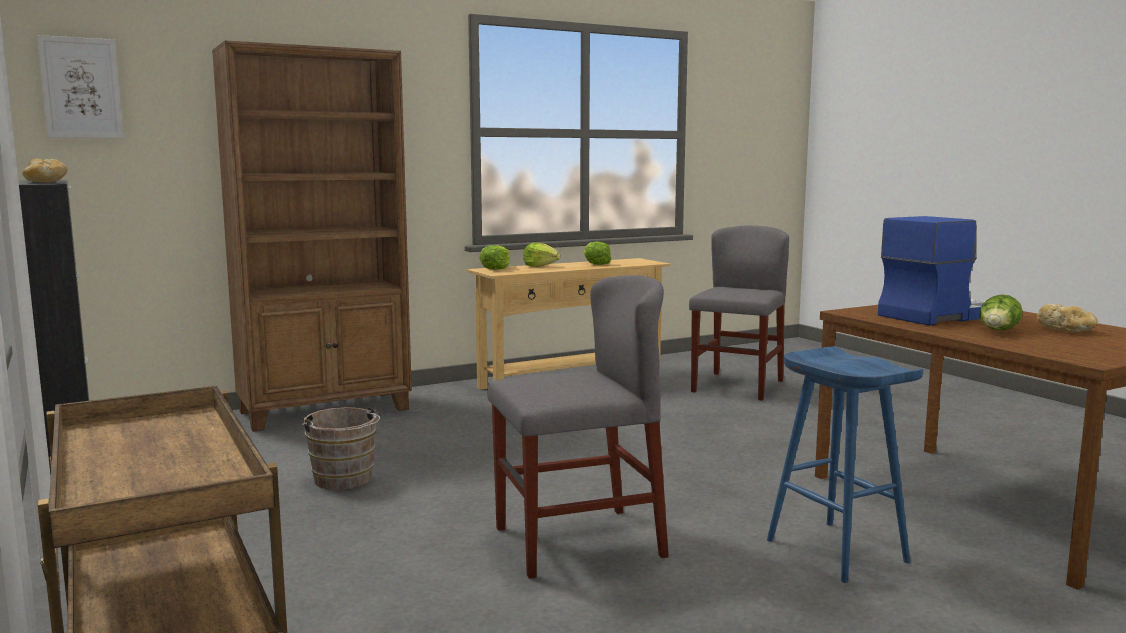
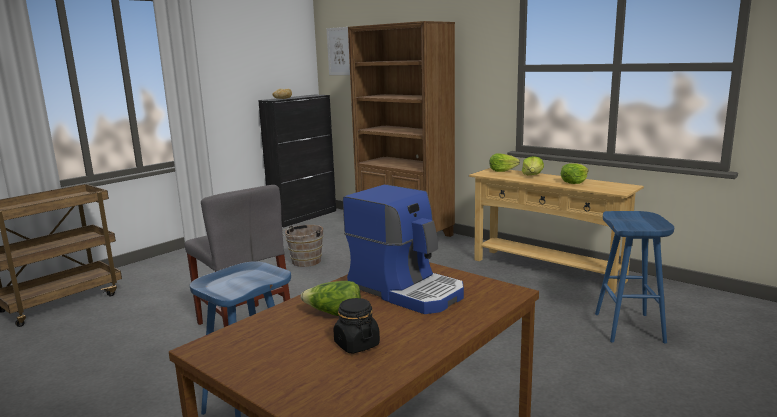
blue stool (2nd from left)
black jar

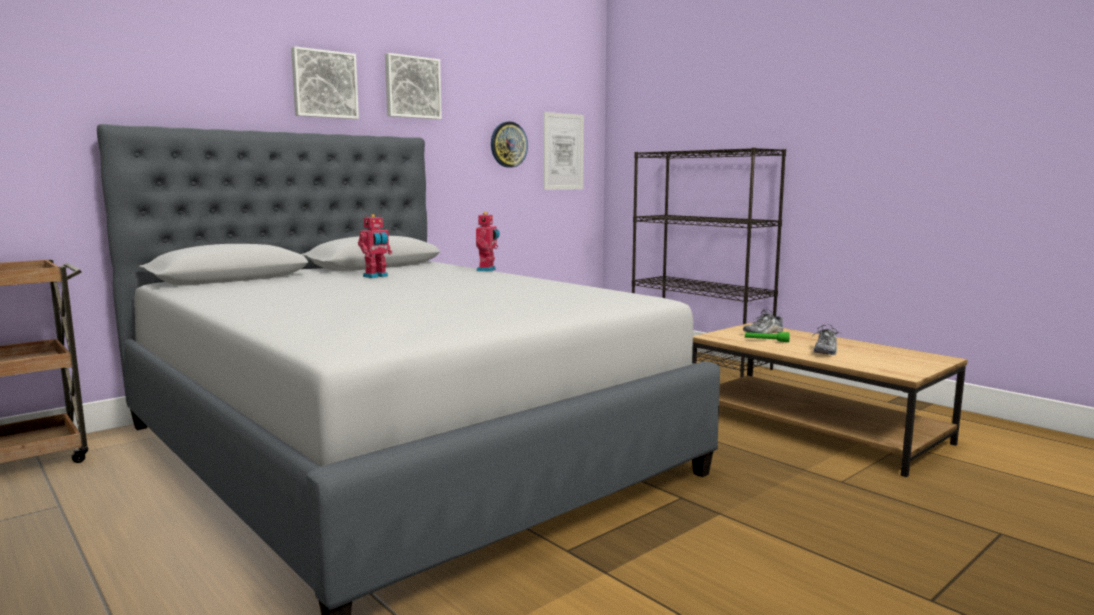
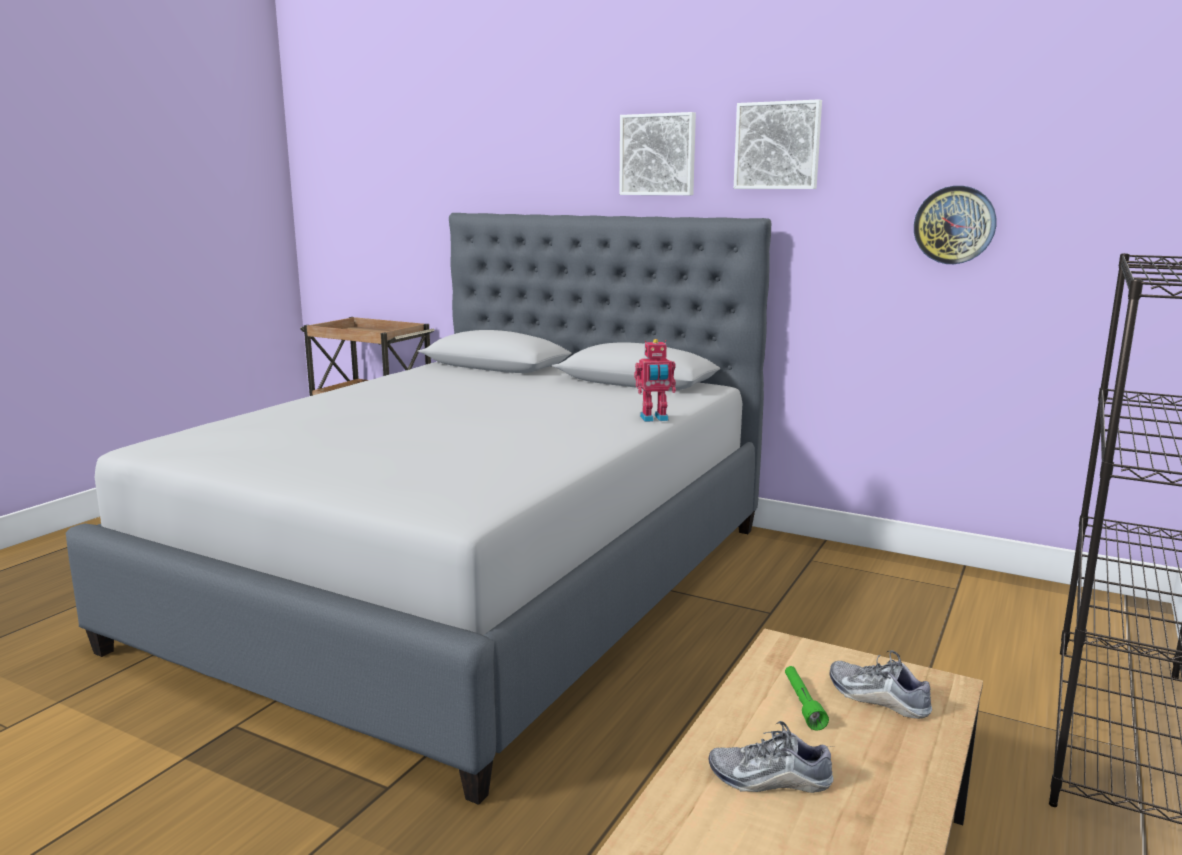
picture (3rd from left in the first image)
toy robot (1st from left in the first image)

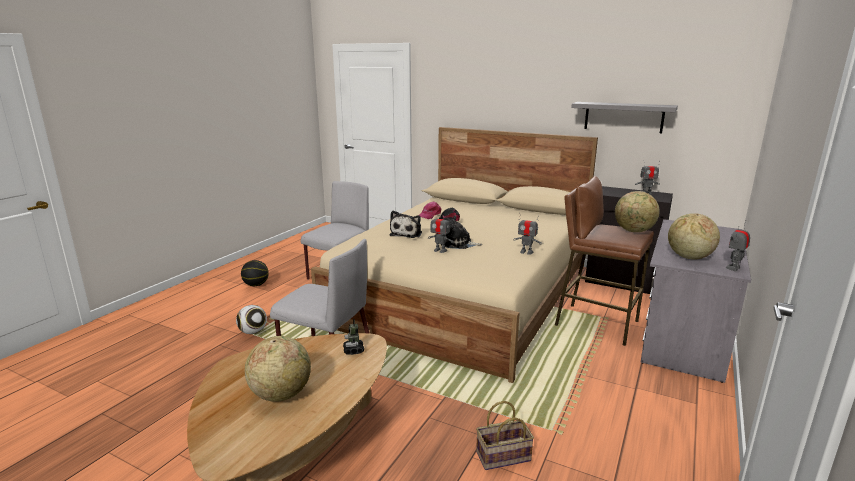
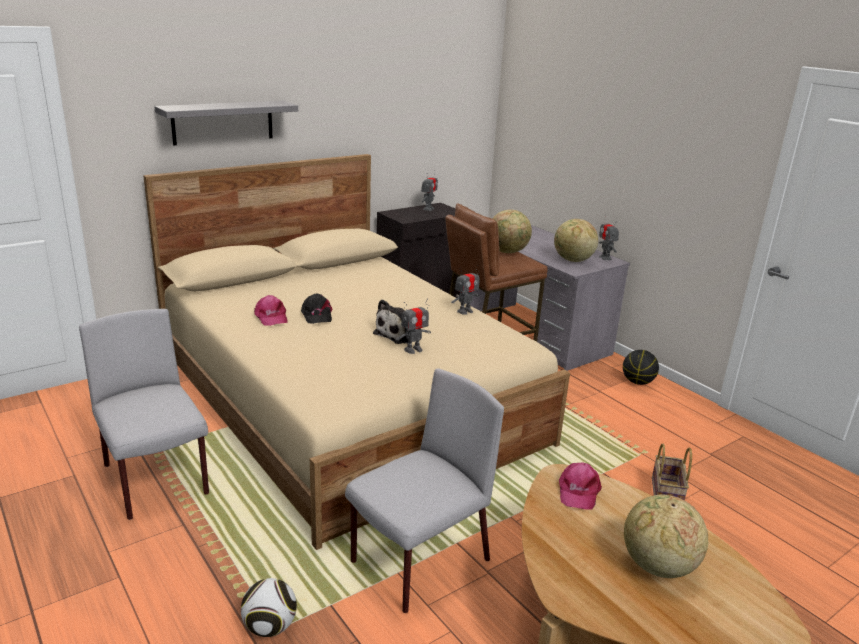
grey shelf
plush toy (1st from left in the first image)
basketball
pink cap (2nd from left)

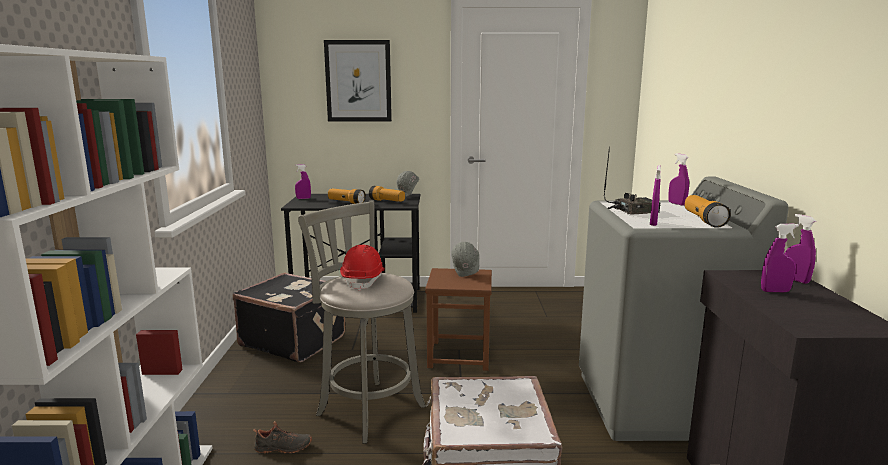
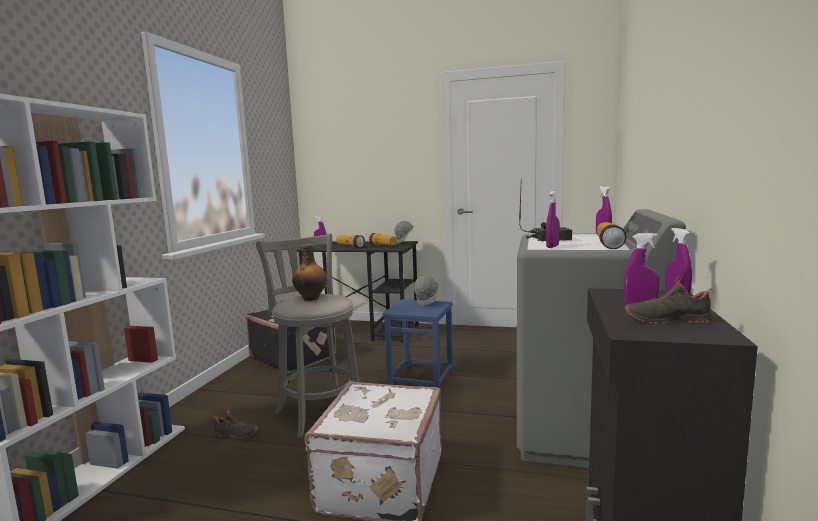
picture
bottle
blue stool
black shoe (2nd from left)

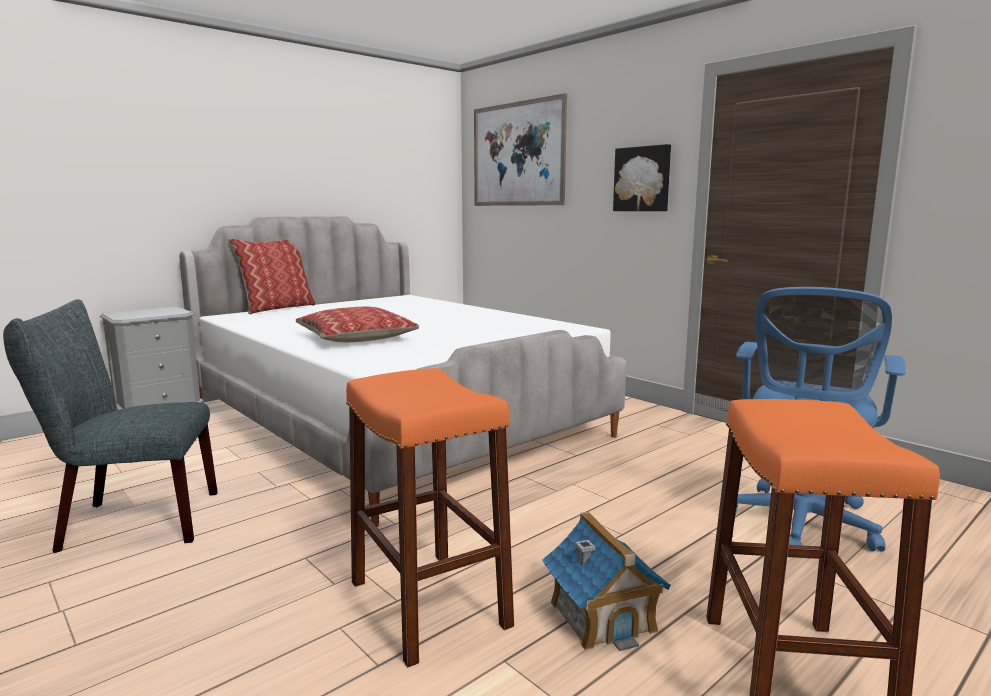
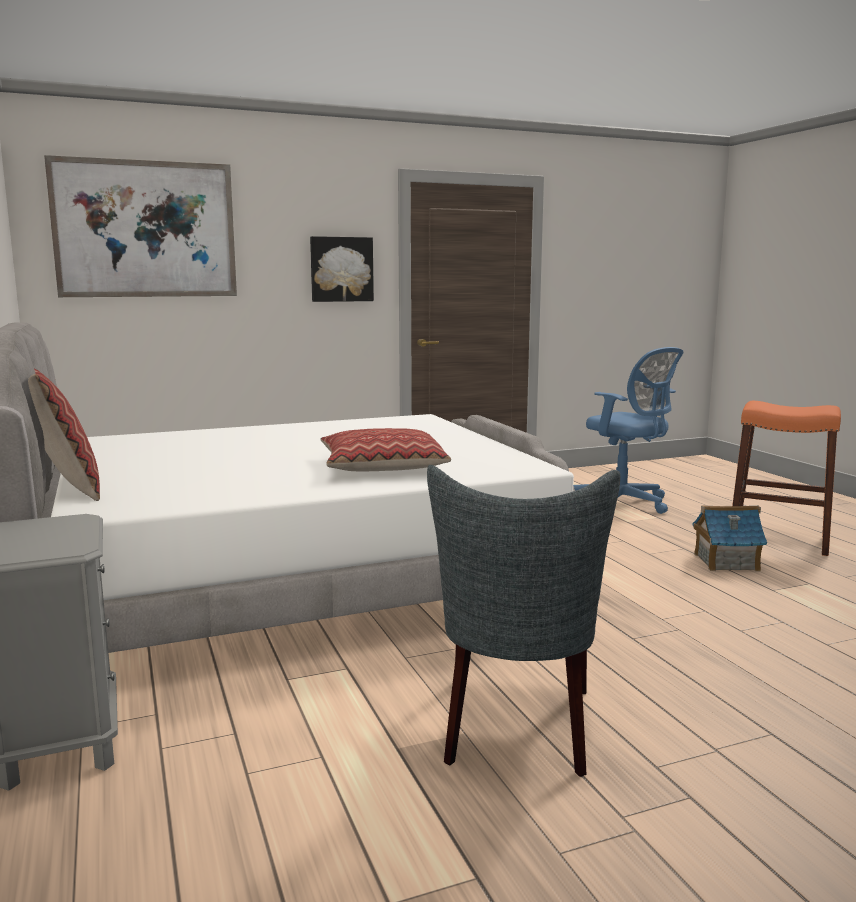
orange stool (1st from left in the first image)

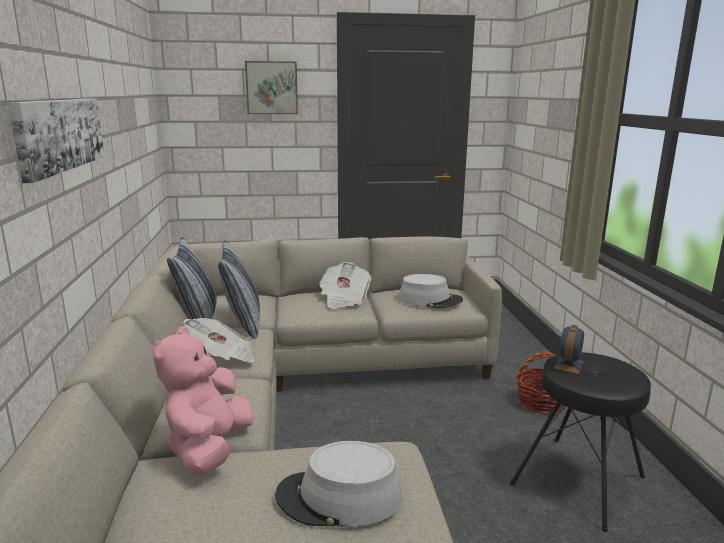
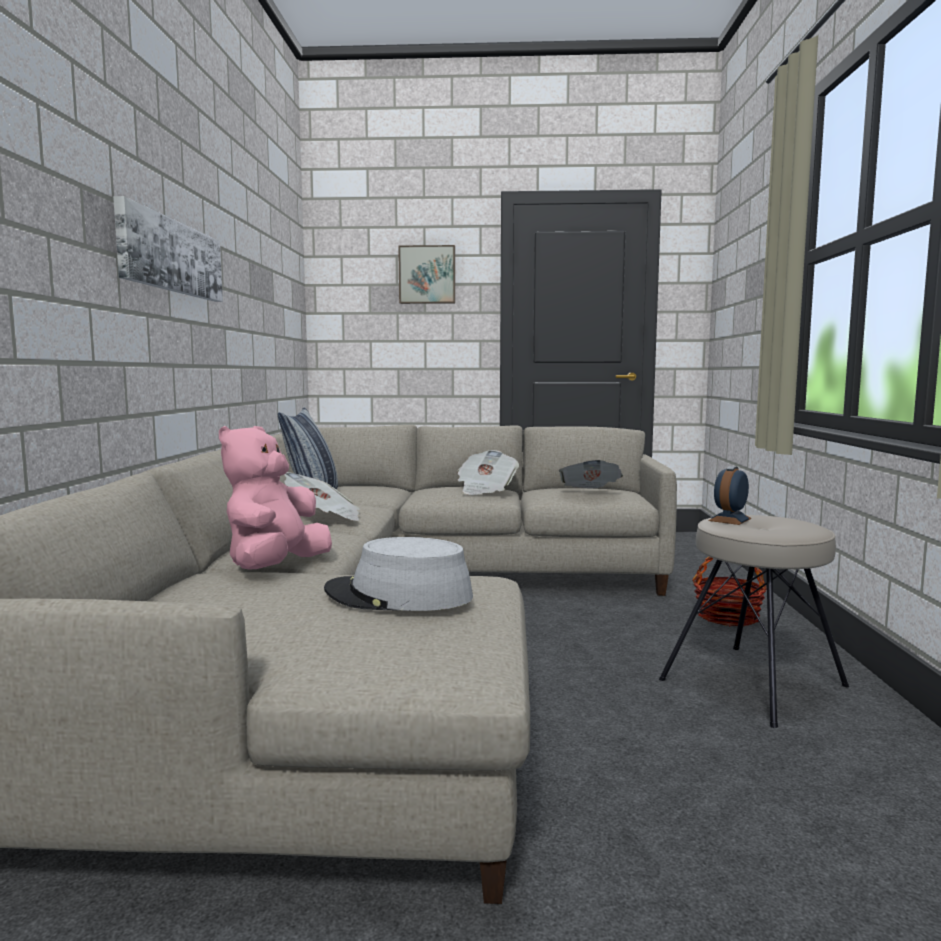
pillow (2nd from left in the first image)
newspaper (3rd from left)
beige stool

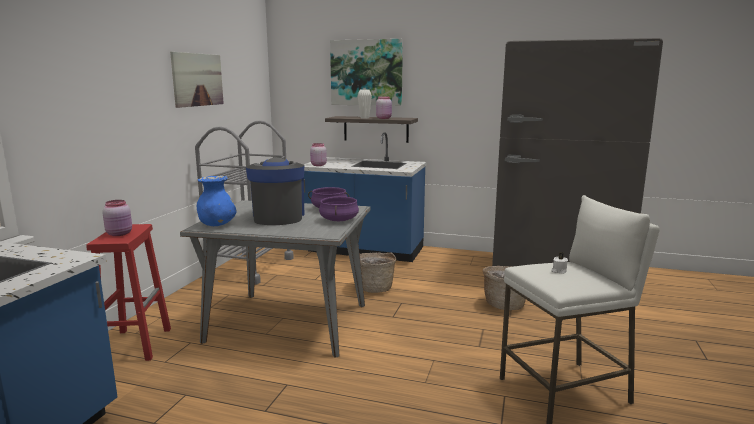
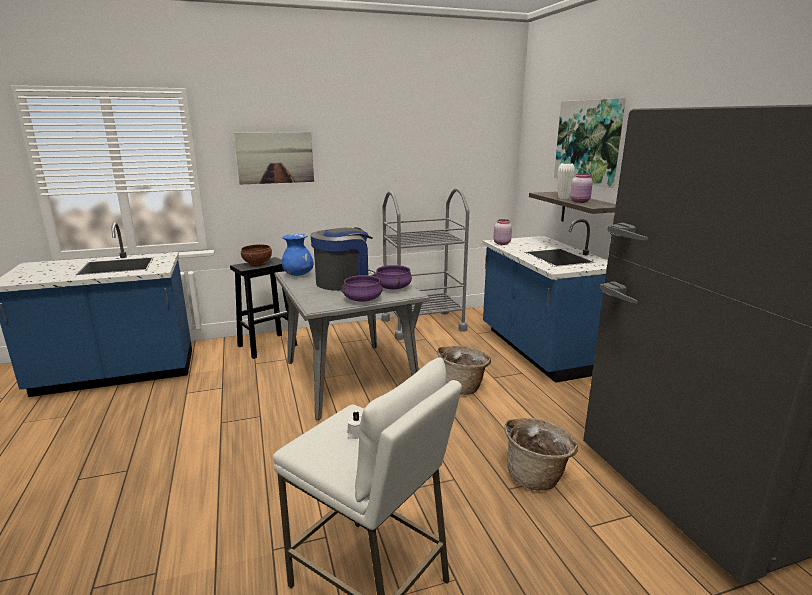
picture (1st from left)
brown bowl
black stool

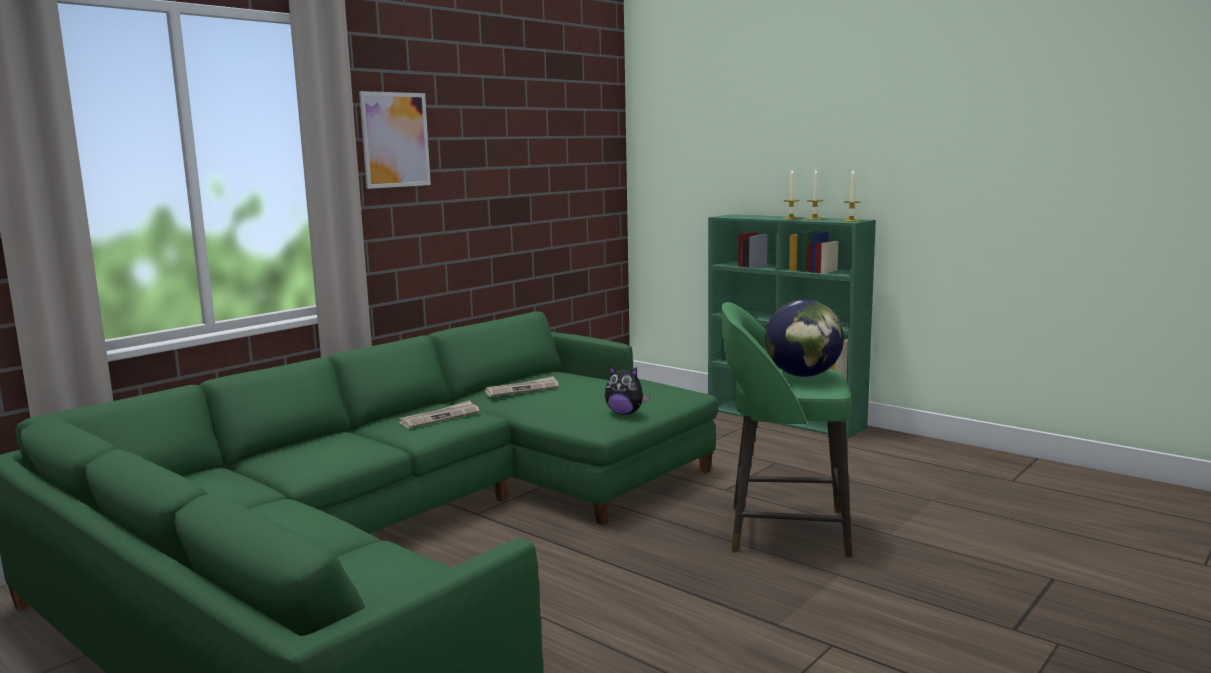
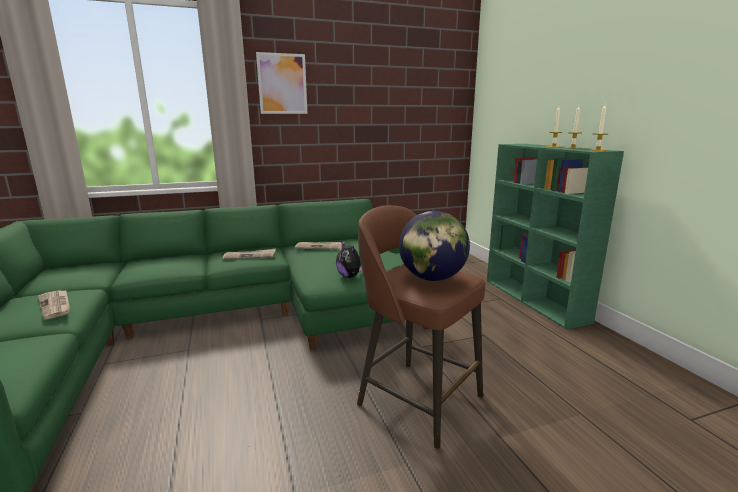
brown stool
newspaper (1st from left)

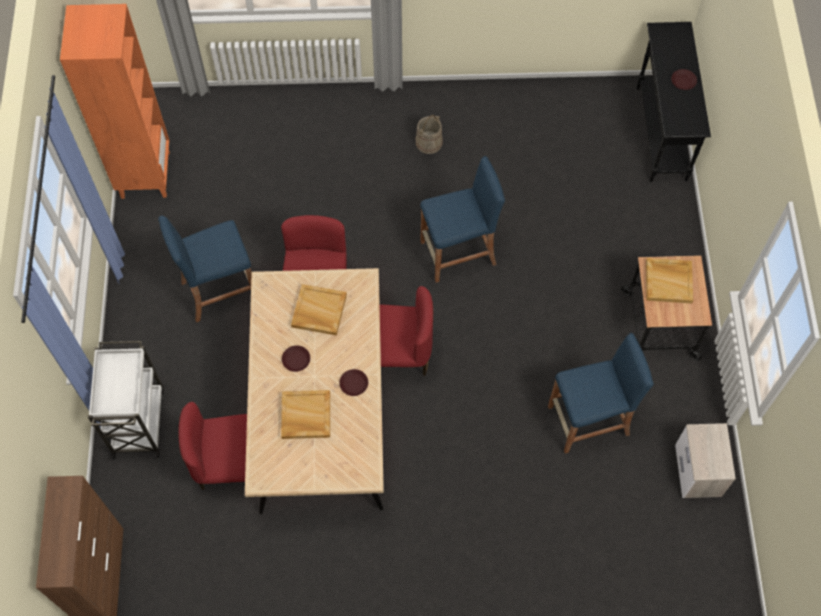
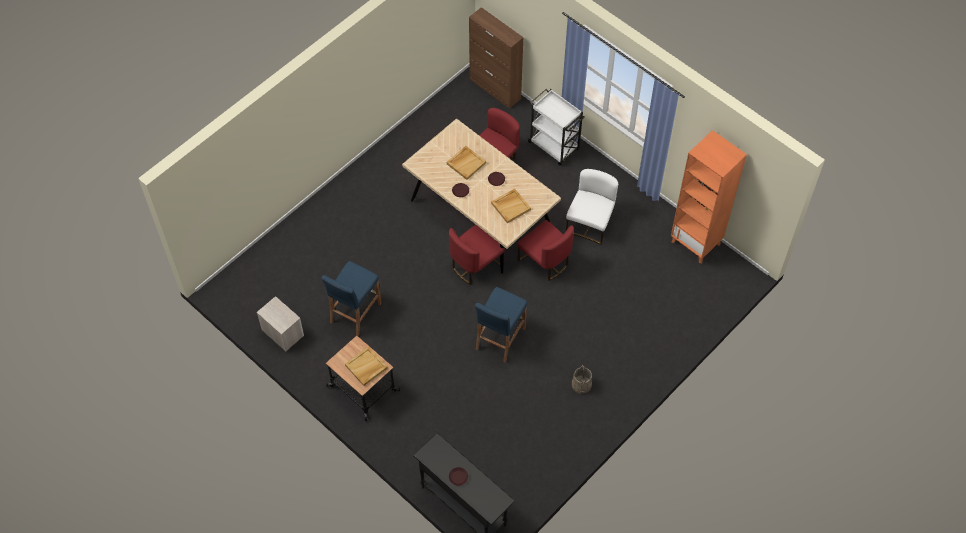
white chair

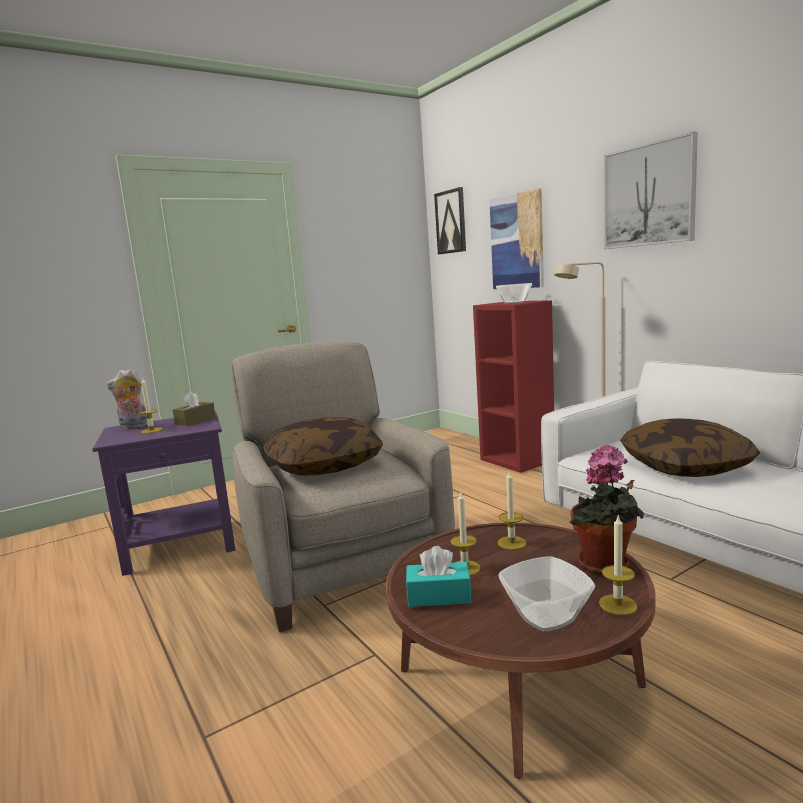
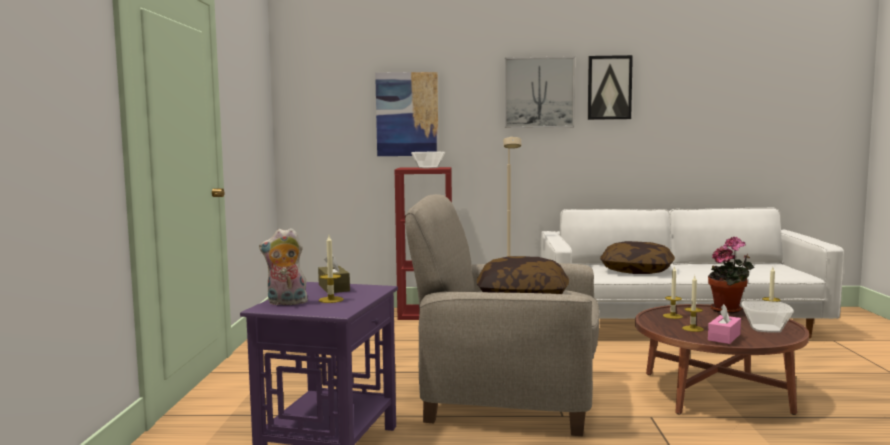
picture (3rd from left)
plush toy
pink tissue box

